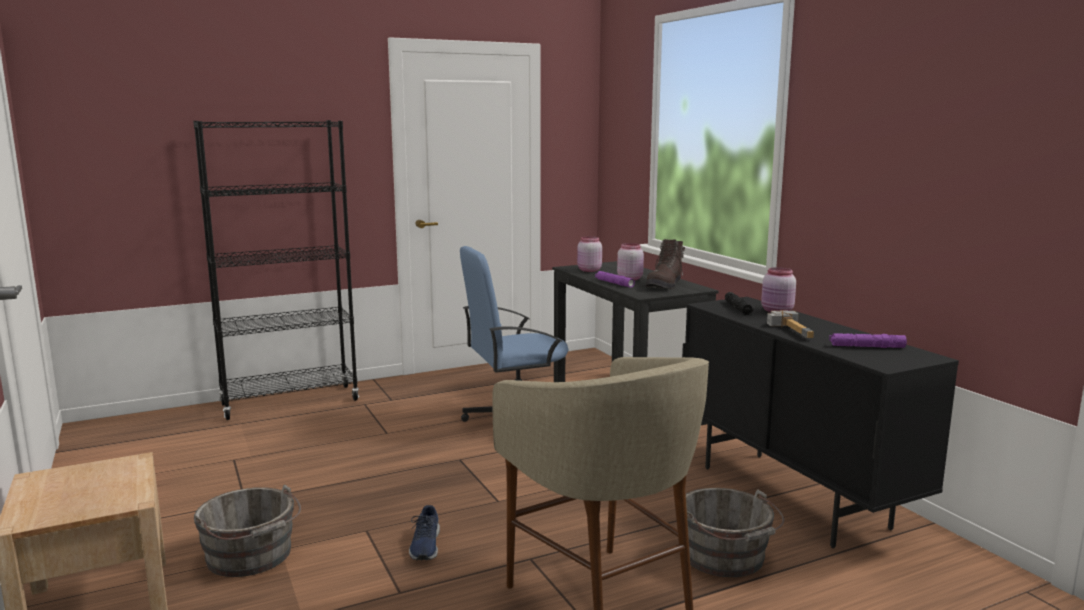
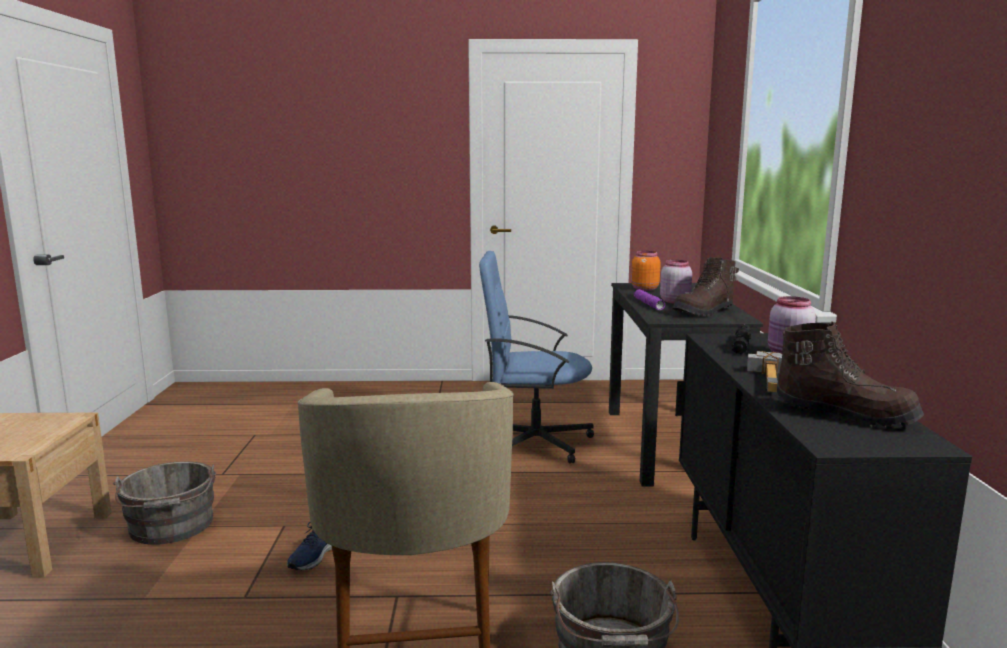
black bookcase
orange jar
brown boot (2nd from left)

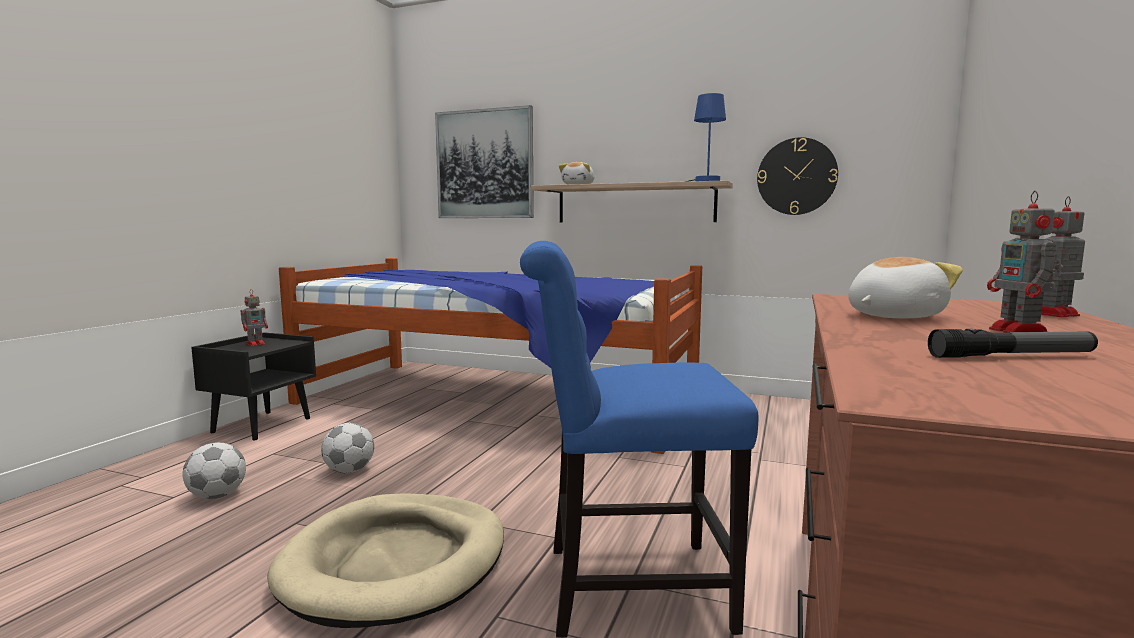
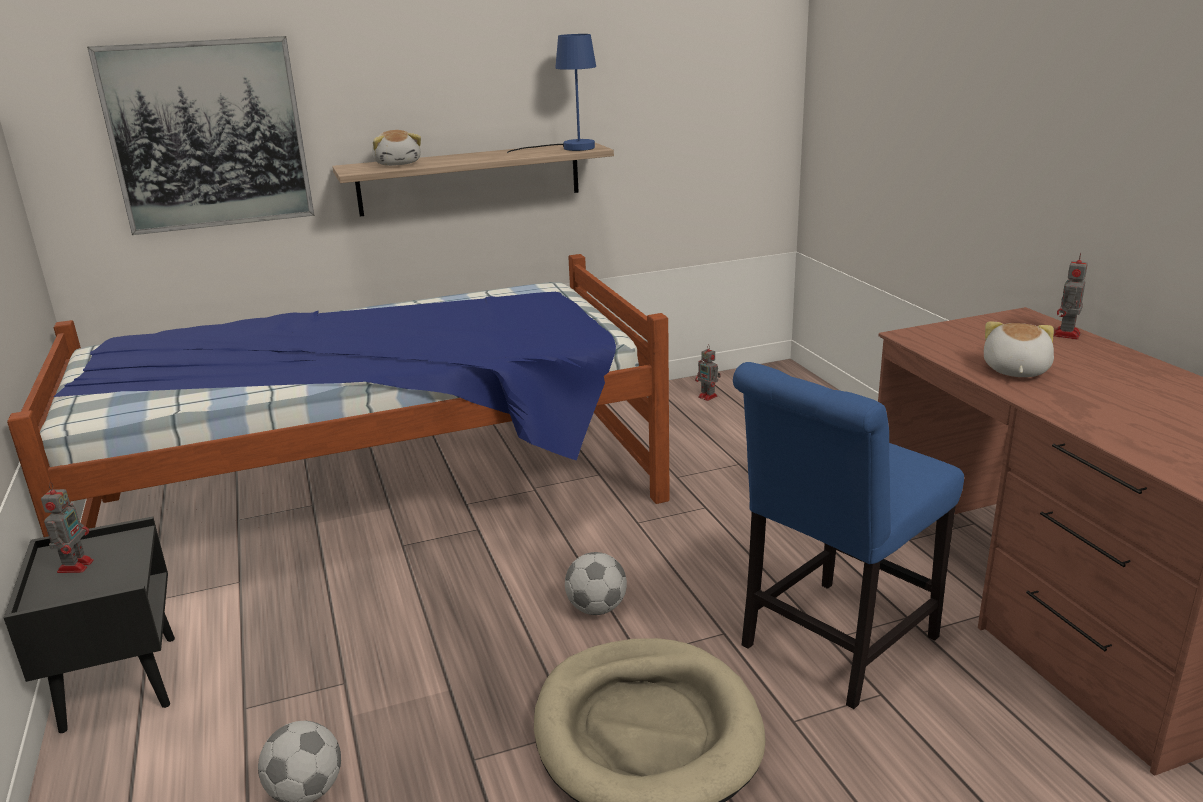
wall clock
toy robot (2nd from left)
flashlight
football (2nd from left)

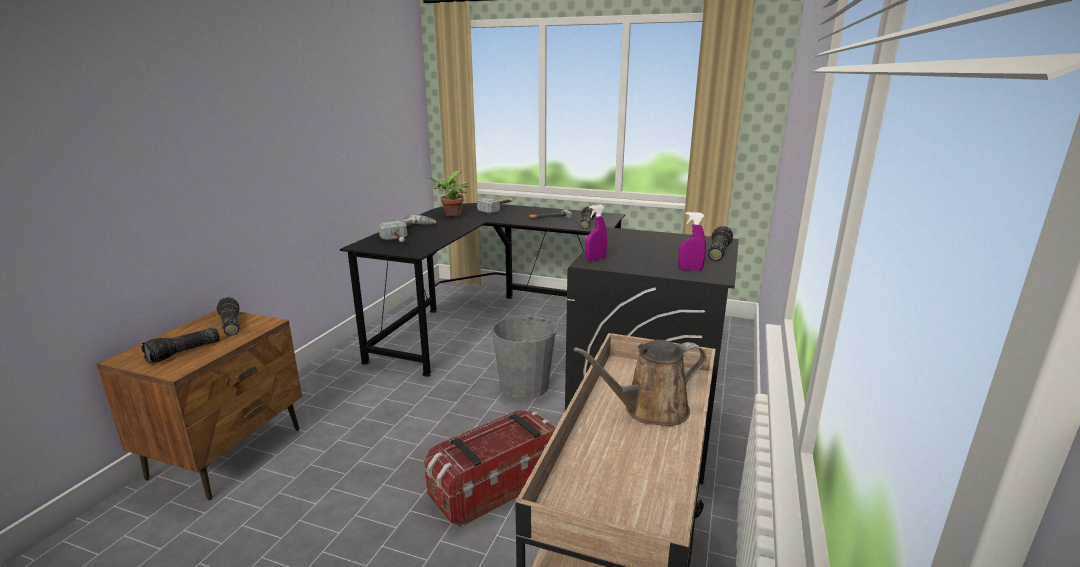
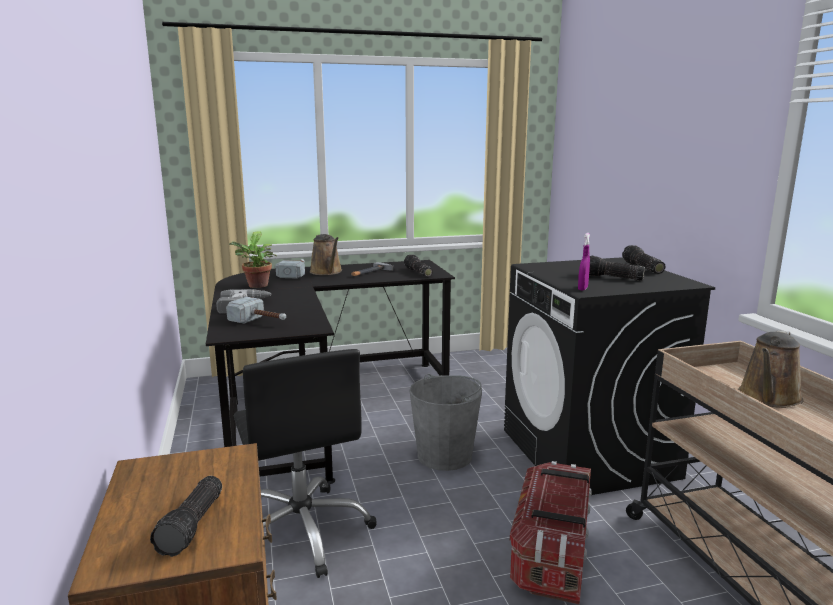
purple spray bottle (2nd from left in the first image)
flashlight (3rd from left)
brown watering can (1st from left)
black office chair

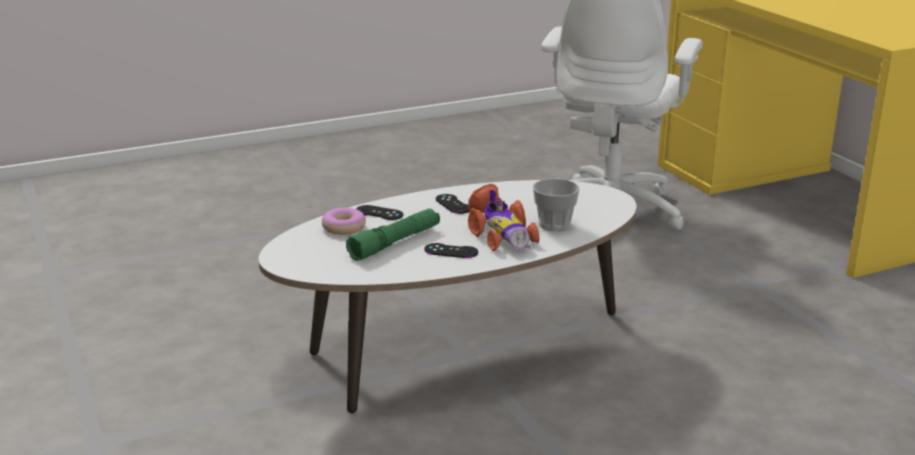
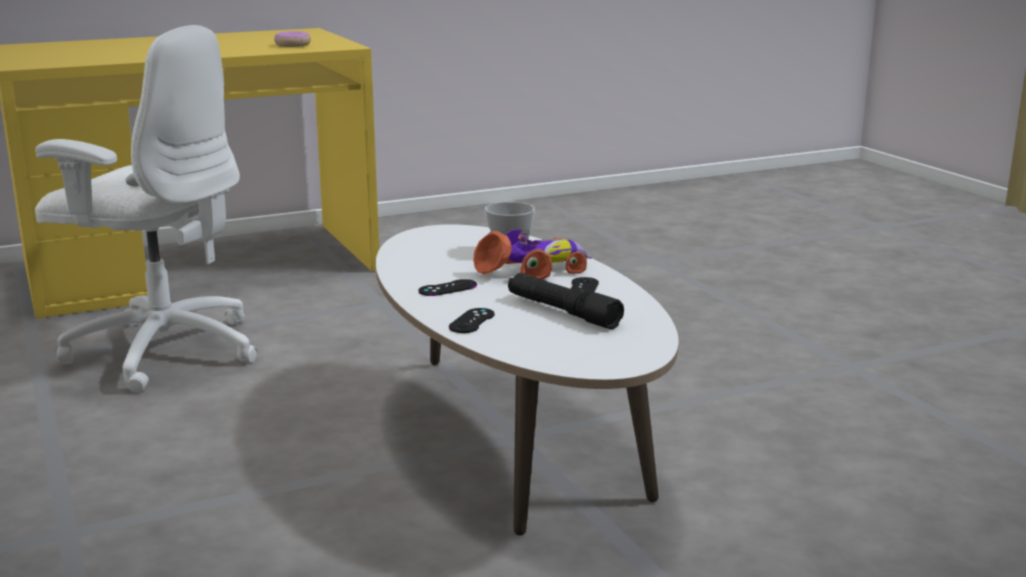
donut
black flashlight

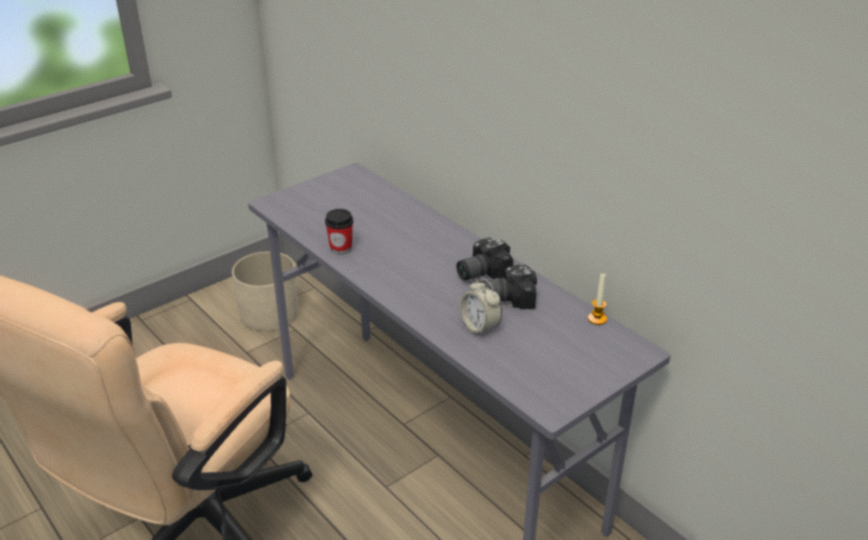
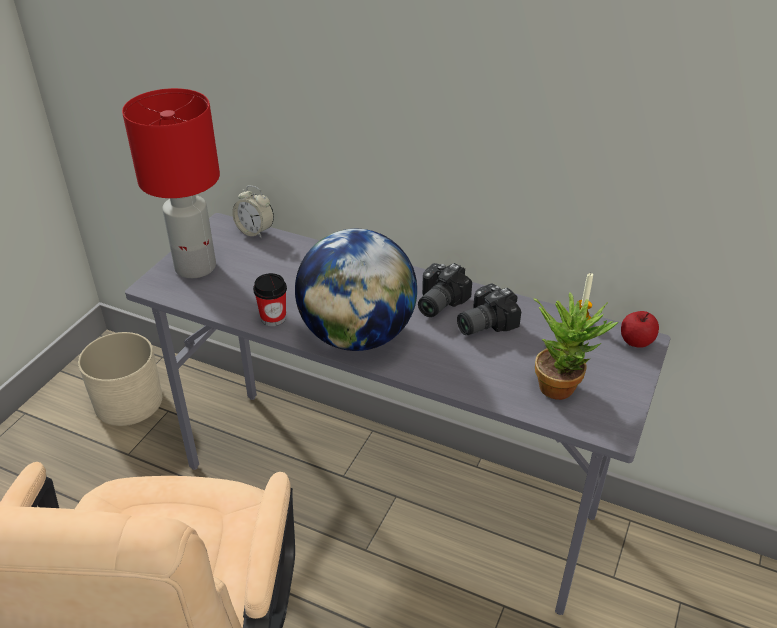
alarm clock
red table lamp
globe
potted plant
apple

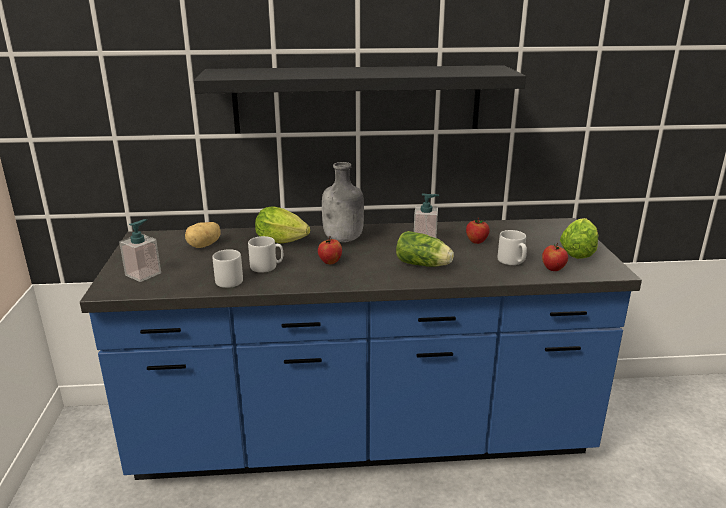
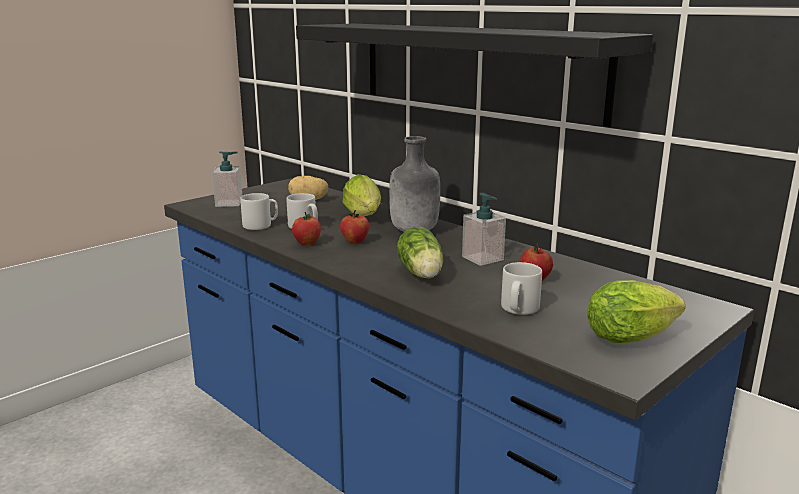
apple (1st from left)

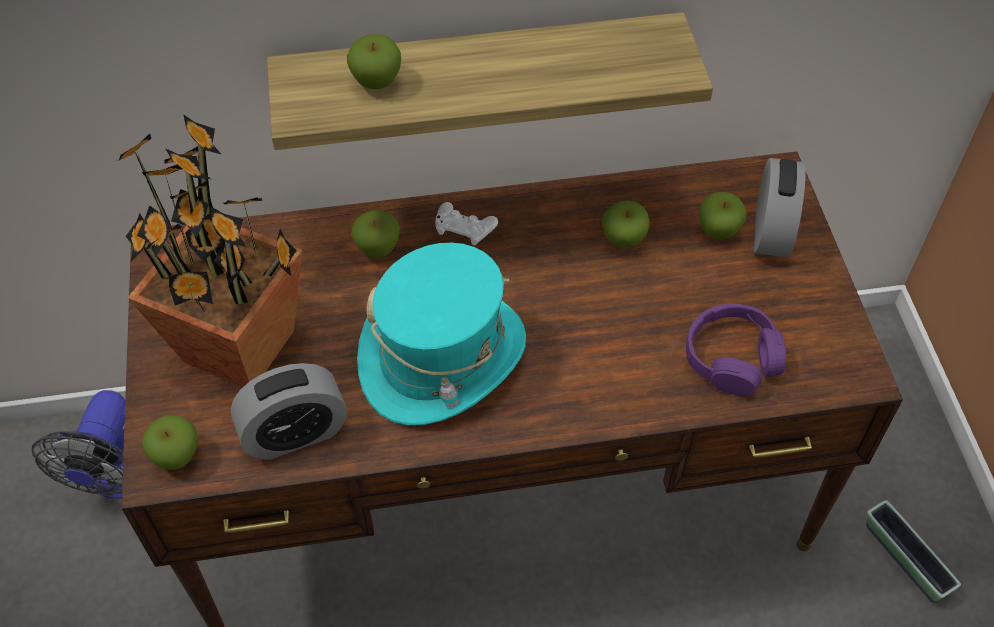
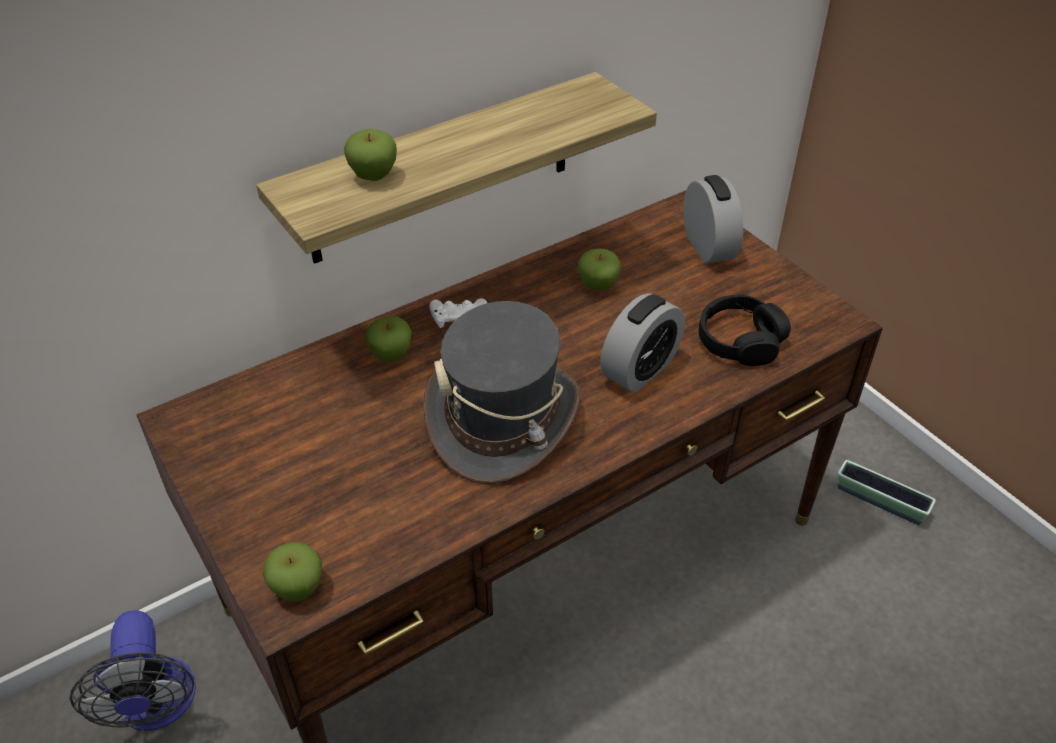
potted plant
apple (5th from left in the first image)
grey hat
black headphones
alarm clock (1st from left)

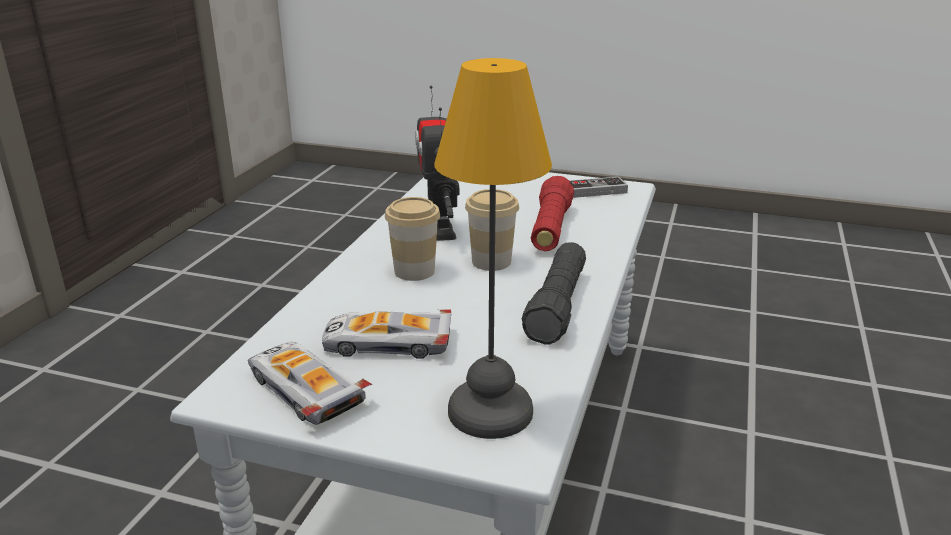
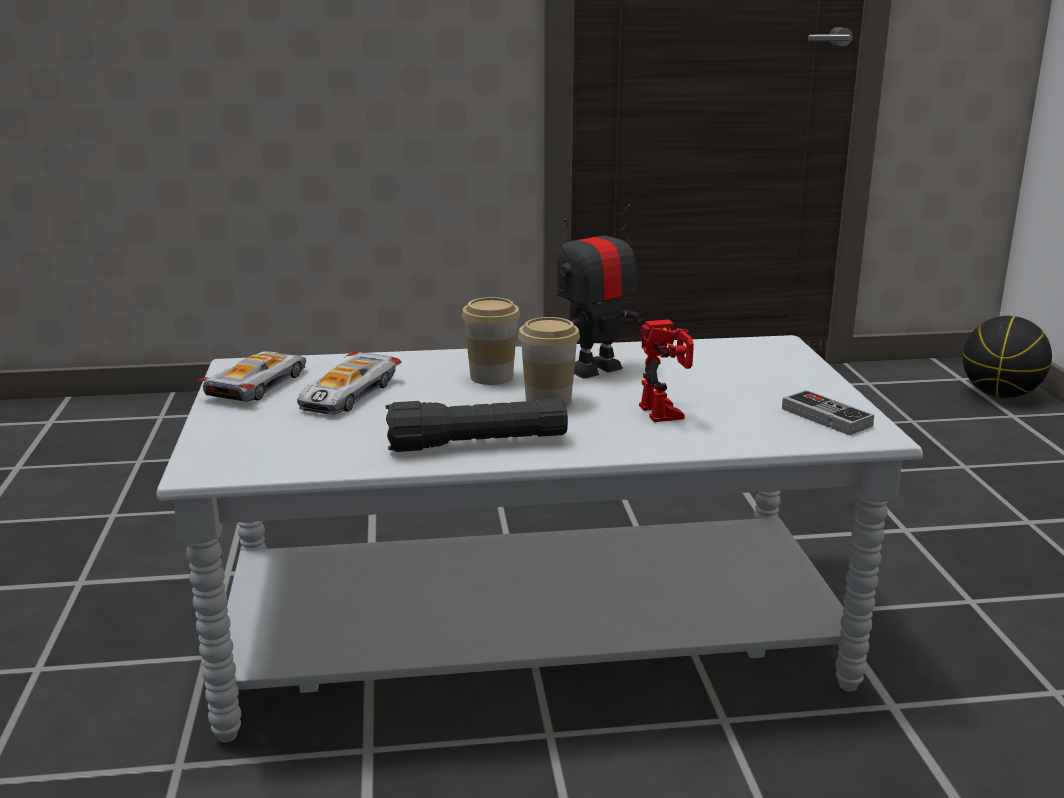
table lamp
toy robot (2nd from left)
toy car (2nd from left)
basketball

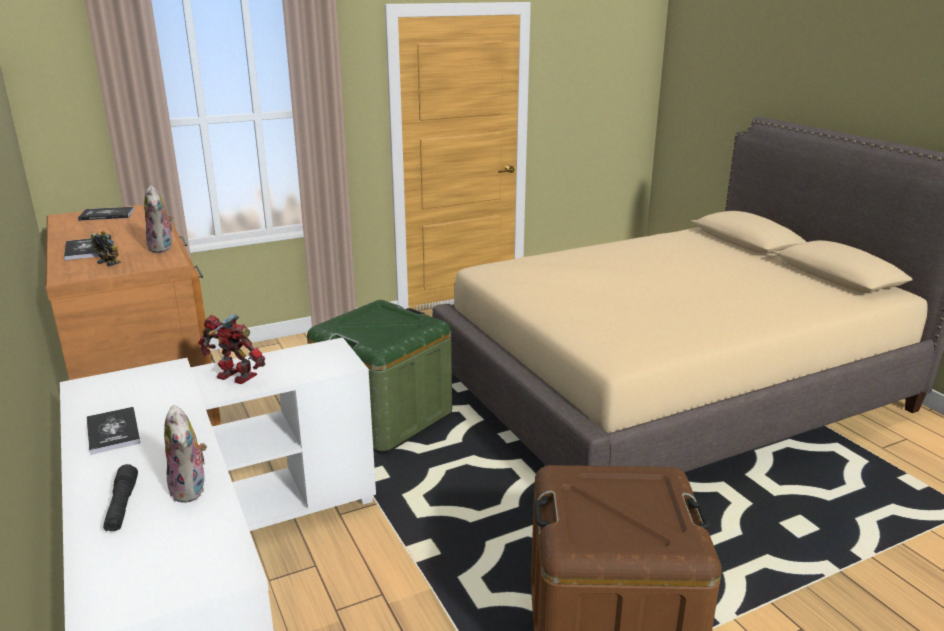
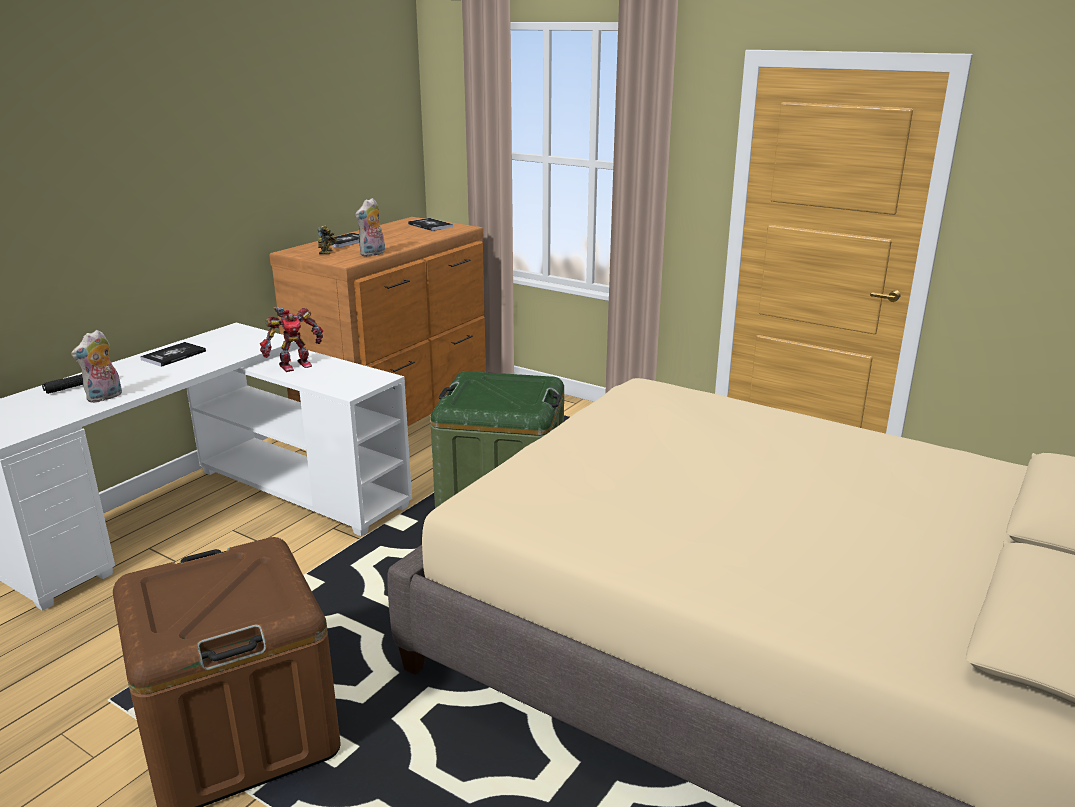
toy robot (1st from left)

